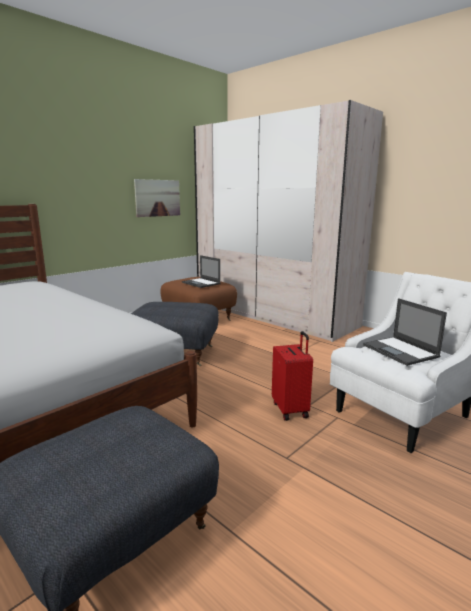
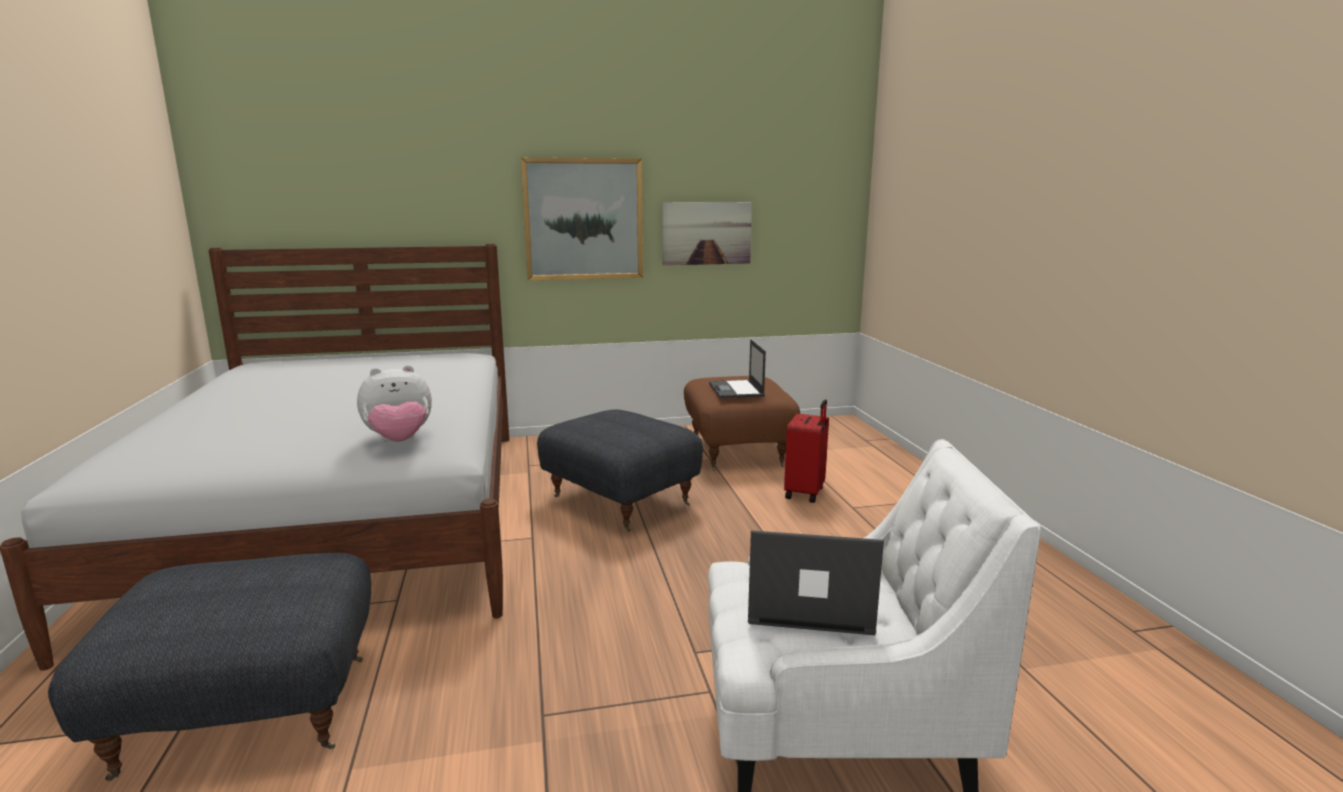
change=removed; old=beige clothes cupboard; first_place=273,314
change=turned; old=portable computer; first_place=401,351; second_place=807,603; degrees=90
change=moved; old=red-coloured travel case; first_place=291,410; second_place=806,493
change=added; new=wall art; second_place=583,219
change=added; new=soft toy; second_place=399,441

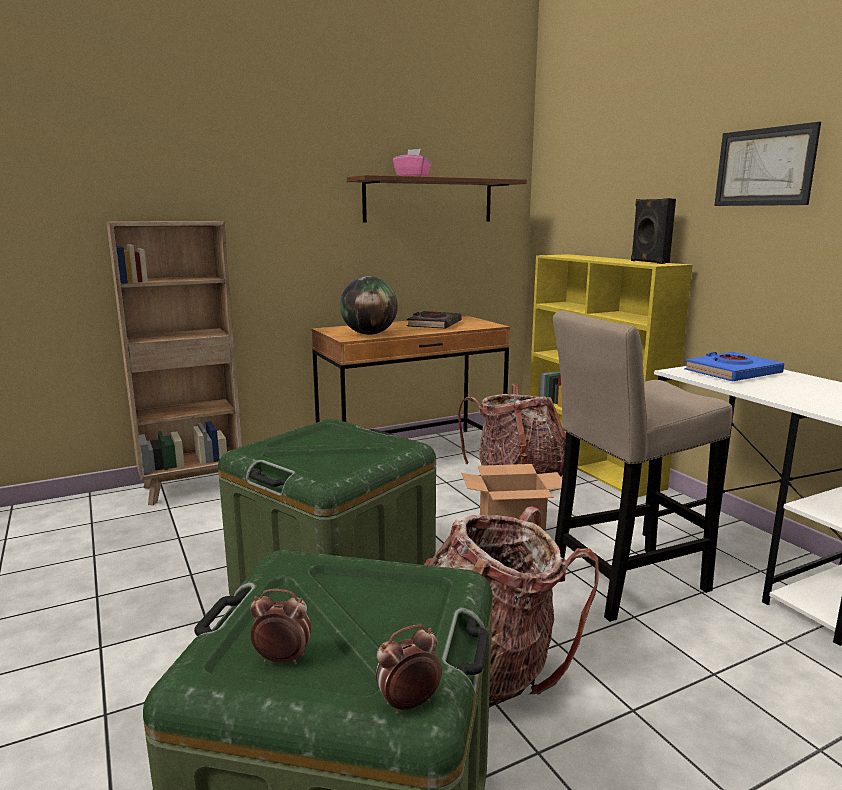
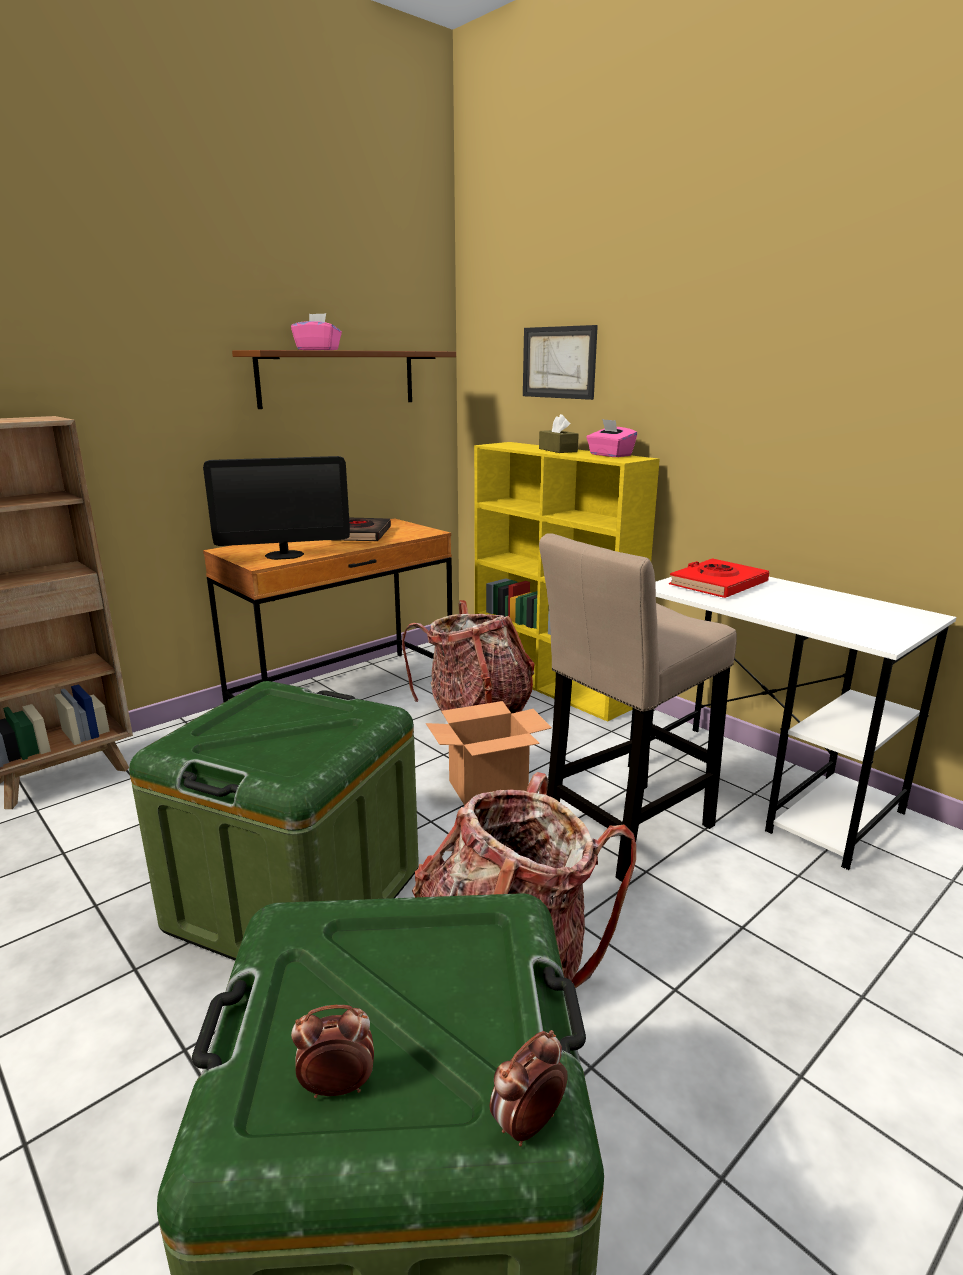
change=moved; old=wall art; first_place=764,167; second_place=559,362
change=replaced; old=blackish audio speaker; new=pinkish box of tissues; first_place=648,262; second_place=610,455
change=replaced; old=globe; new=computer display; first_place=369,334; second_place=284,555
change=recoloured; old=bluish bound book; new=red-coloured bound book; first_place=732,373; second_place=717,585
change=added; new=brown box of tissues; second_place=558,450

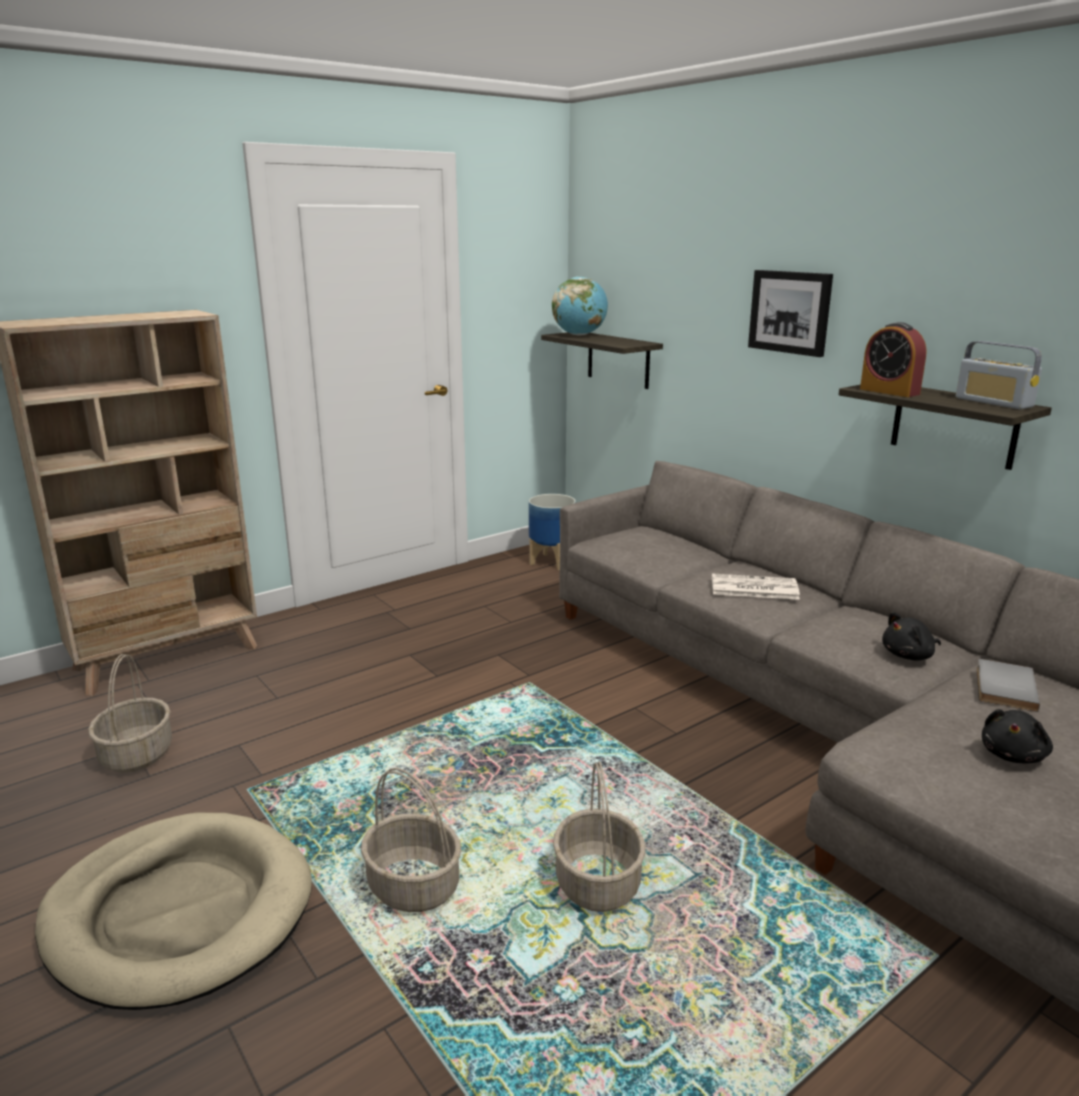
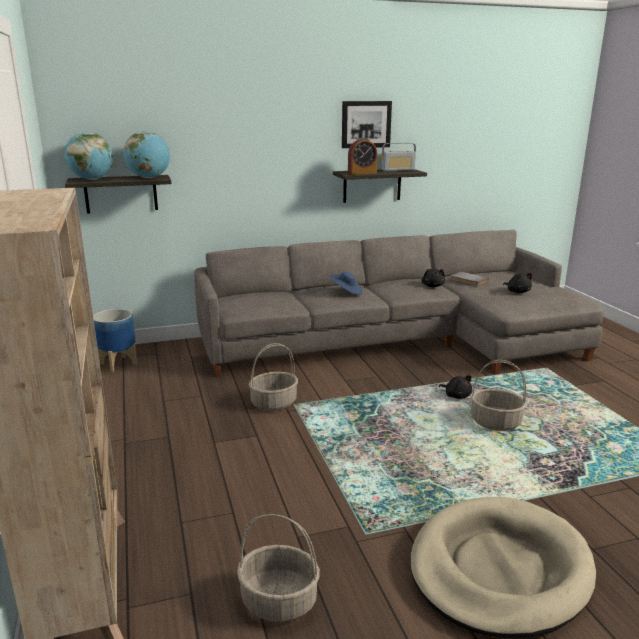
change=moved; old=wall art; first_place=790,312; second_place=366,124
change=replaced; old=newspaper; new=bluish hat; first_place=753,588; second_place=346,292
change=moved; old=storage basket; first_place=415,886; second_place=274,403
change=added; new=globe; second_place=149,178
change=added; new=blackish soft toy; second_place=456,396

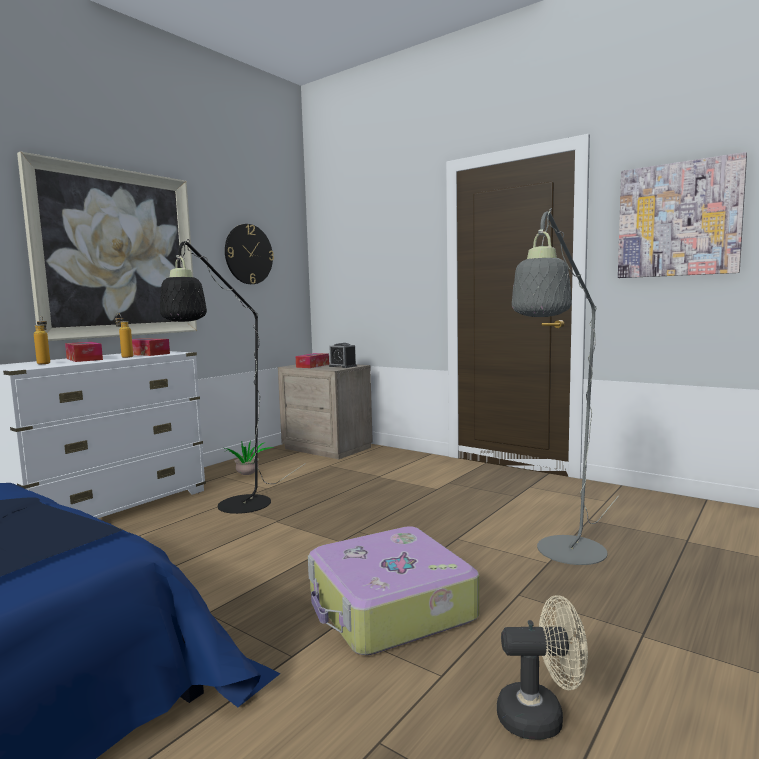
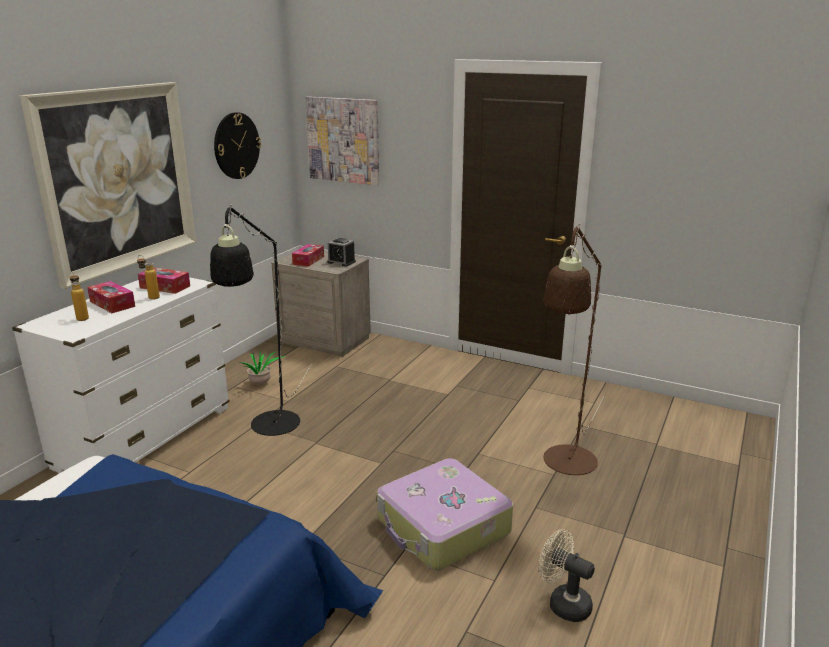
change=moved; old=wall art; first_place=678,220; second_place=343,140
change=recoloured; old=greyish standing lamp; new=brown standing lamp; first_place=566,556; second_place=566,467
change=turned; old=beige cooling fan; first_place=541,717; second_place=563,603; degrees=-135

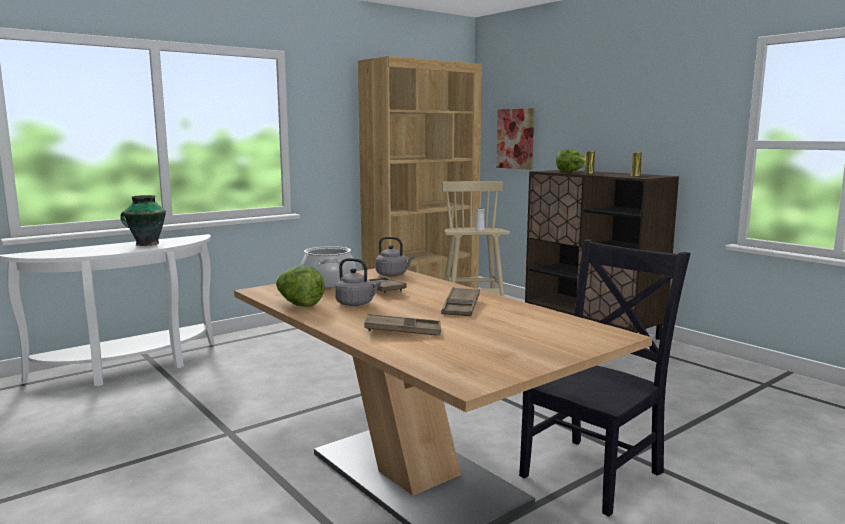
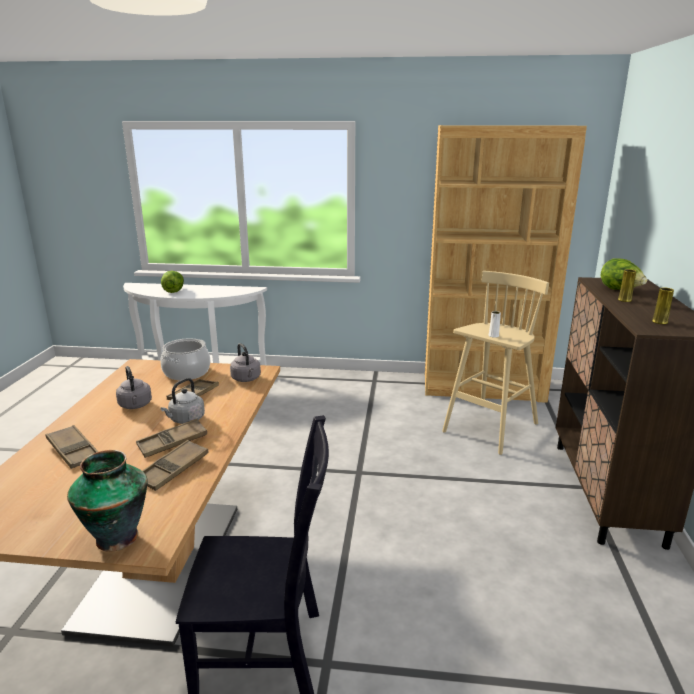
change=removed; old=wall art; first_place=515,138
change=moved; old=decorative vase; first_place=146,244; second_place=116,536
change=moved; old=lettuce; first_place=299,304; second_place=173,291
change=added; new=greyish tea kettle; second_place=185,420
change=added; new=brown serving tray; second_place=173,469

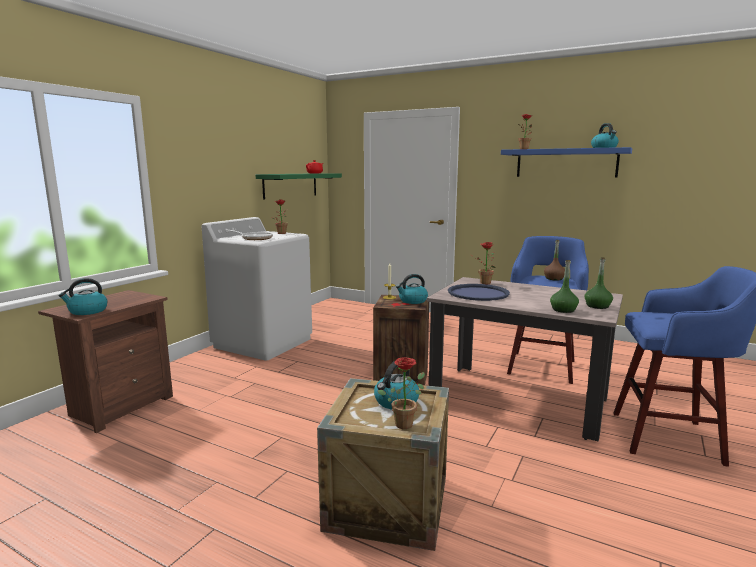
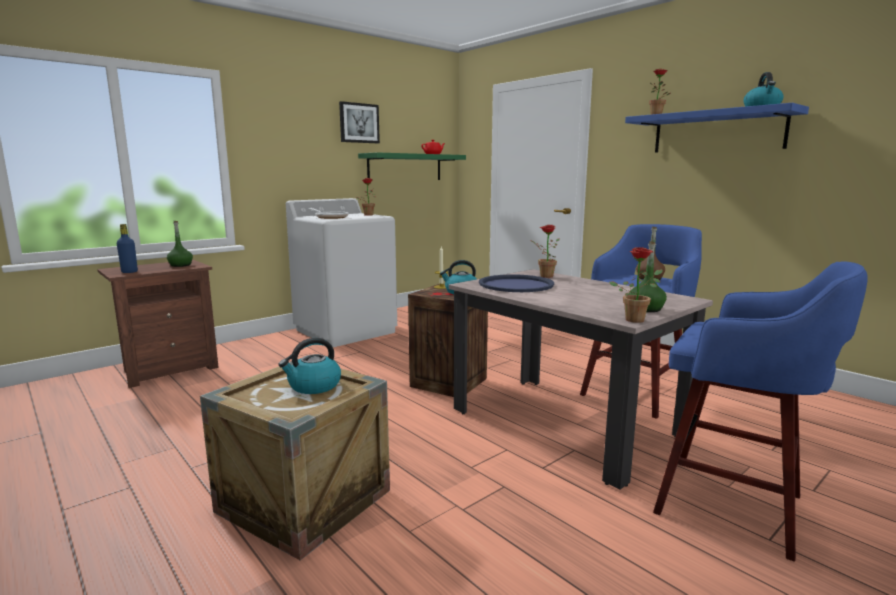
change=moved; old=greenish drink bottle; first_place=563,310; second_place=180,265
change=replaced; old=tea kettle; new=bluish drink bottle; first_place=87,311; second_place=129,272
change=moved; old=plant in a pot; first_place=405,423; second_place=636,319
change=added; new=wall art; second_place=359,123

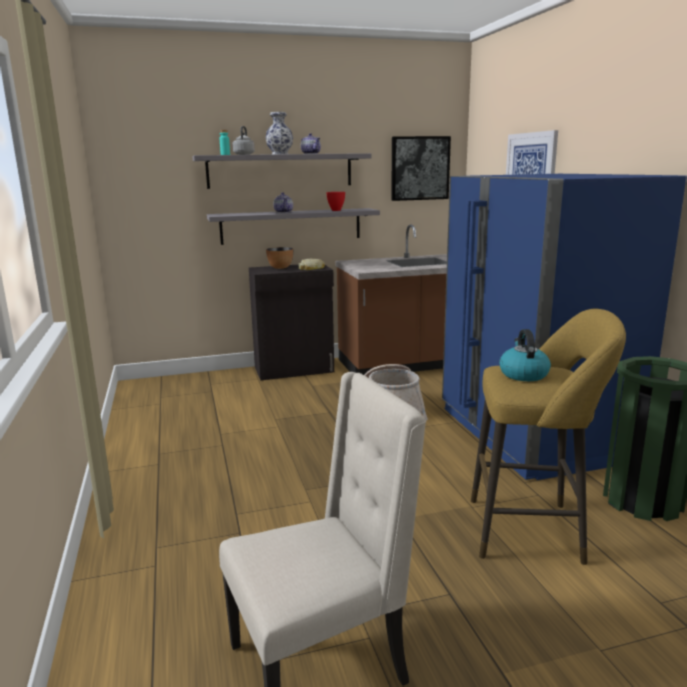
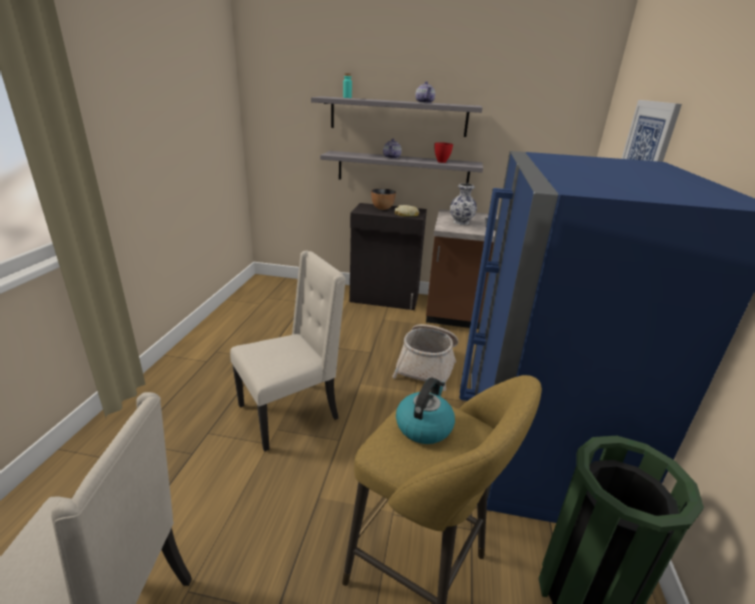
change=moved; old=decorative vase; first_place=280,154; second_place=461,222
change=removed; old=greyish tea kettle; first_place=244,154
change=removed; old=wall art; first_place=420,168
change=added; new=beige chair; second_place=291,412

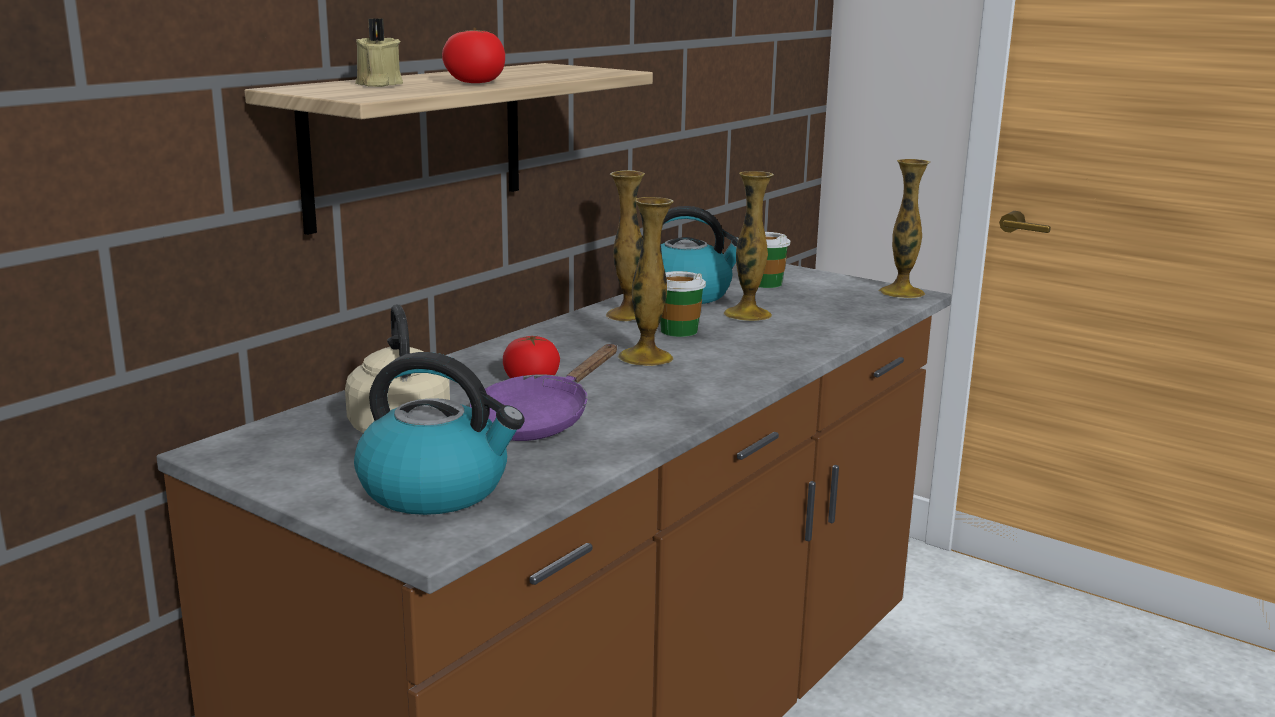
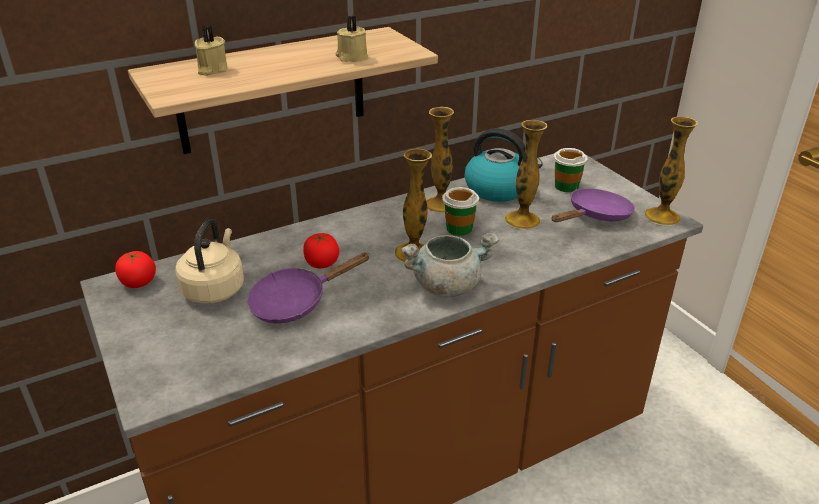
change=moved; old=whole tomato; first_place=475,82; second_place=138,282
change=removed; old=tea kettle; first_place=437,489
change=added; new=beige candle; second_place=351,57
change=added; new=purple-coloured pan; second_place=595,216
change=added; new=greyish saucepot; second_place=447,285

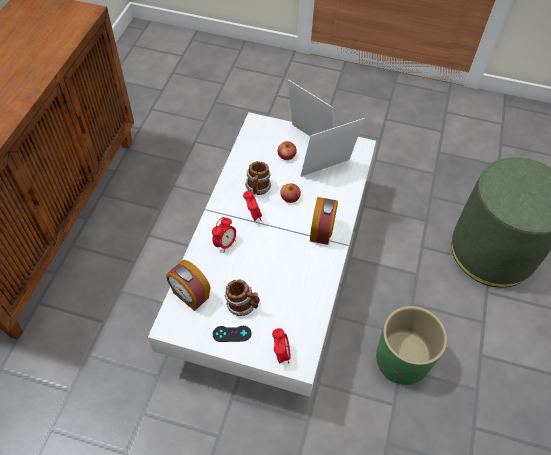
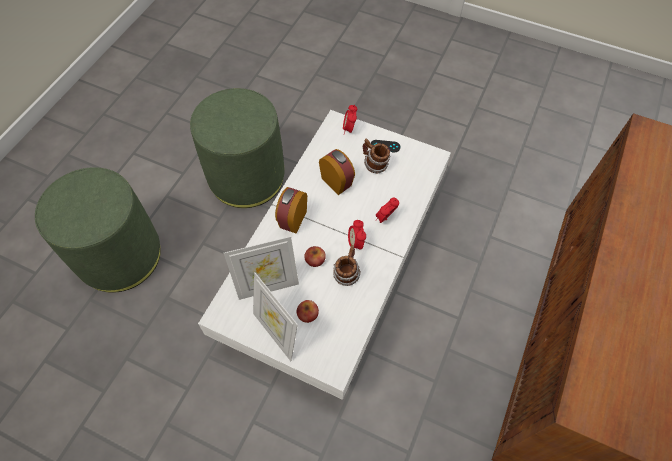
change=moved; old=alarm clock; first_place=190,296; second_place=337,182
change=replaced; old=greenish flower pot; new=greenish pouffe; first_place=402,360; second_place=247,177

